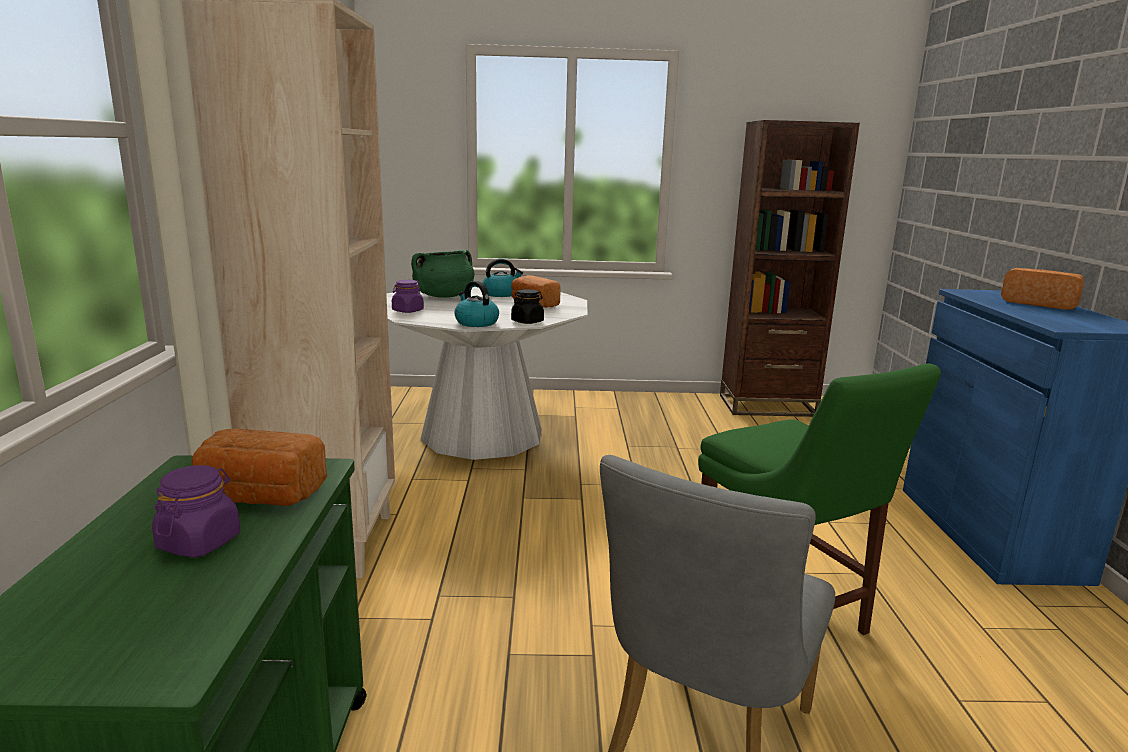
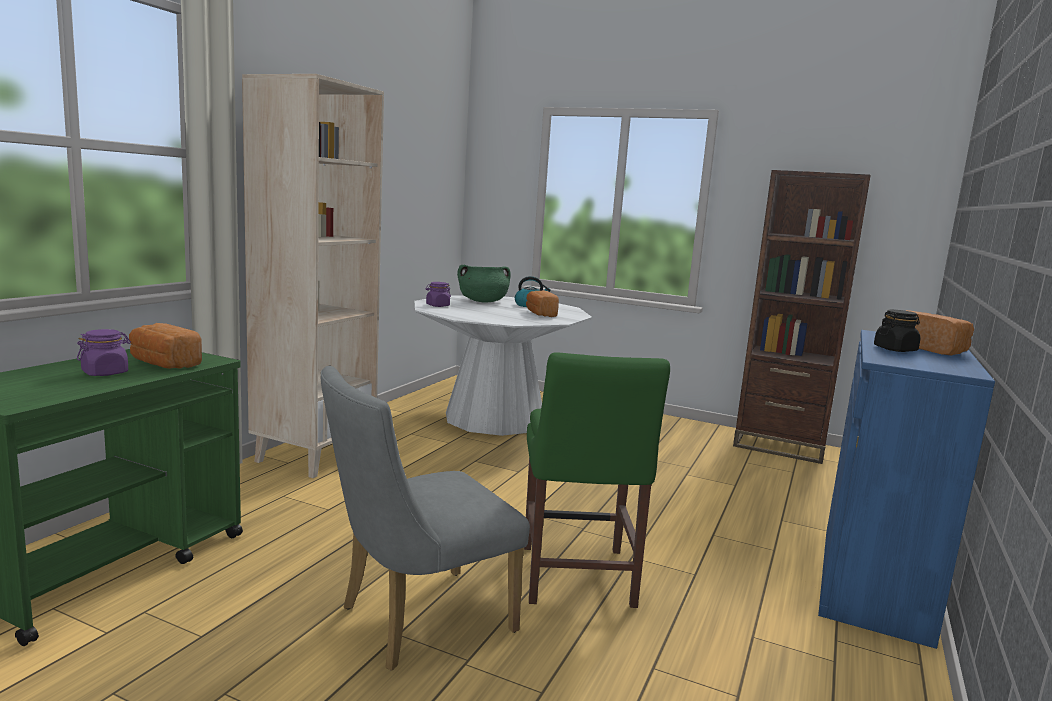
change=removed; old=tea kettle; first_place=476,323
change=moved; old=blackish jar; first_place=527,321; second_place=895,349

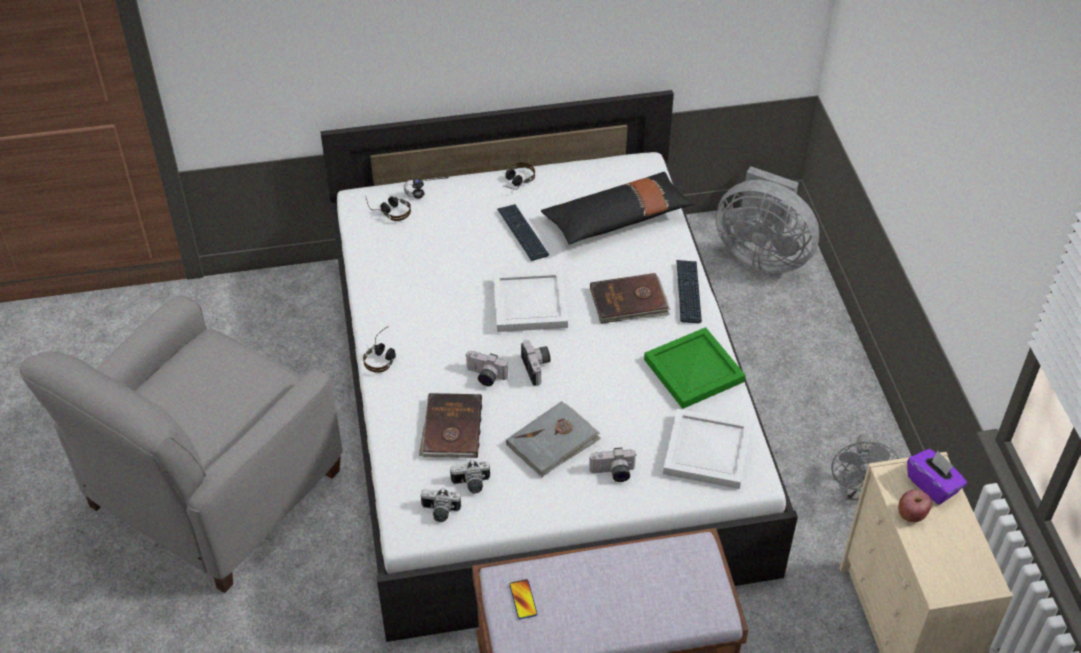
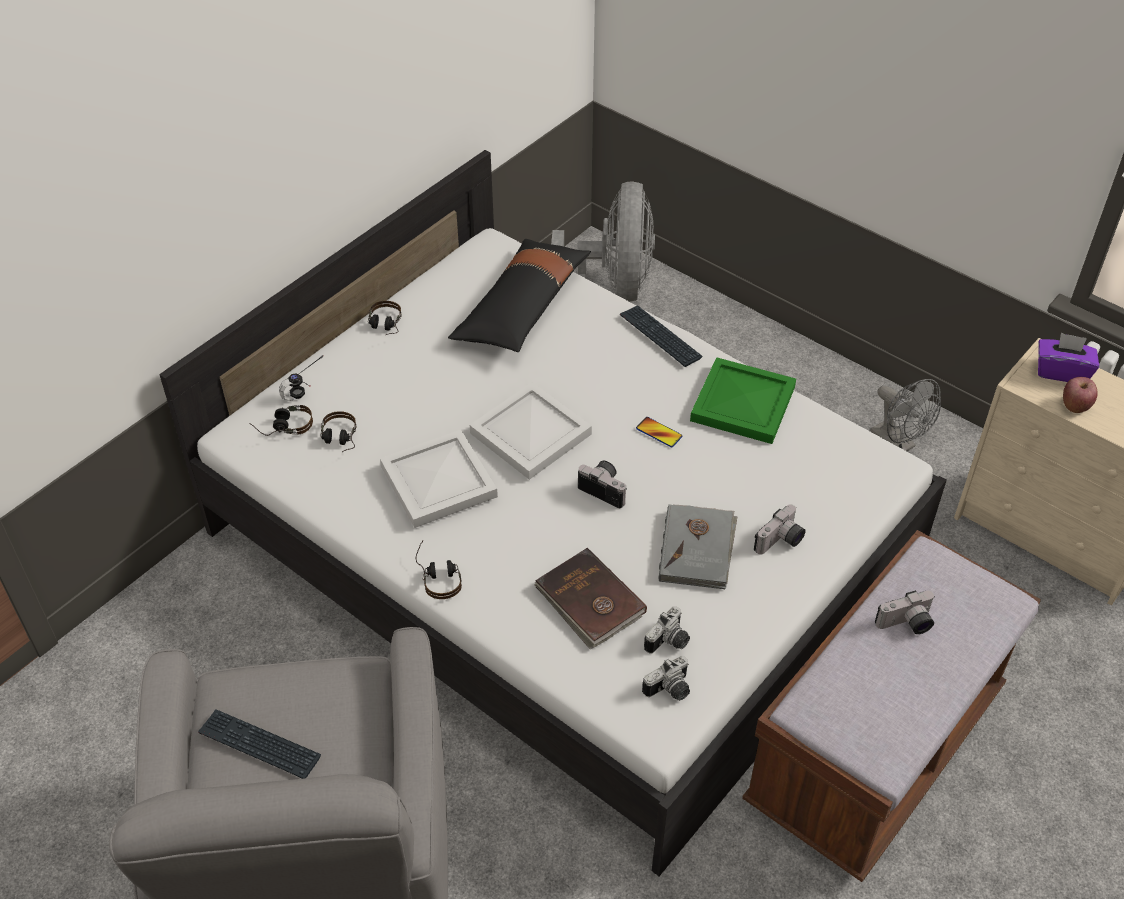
change=turned; old=greyish cooling fan; first_place=762,254; second_place=611,289; degrees=-75
change=moved; old=keyboard; first_place=522,233; second_place=259,745
change=removed; old=brown bound book; first_place=629,302
change=moved; old=still camera; first_place=485,377; second_place=906,624
change=moved; old=white-coloured serving tray; first_place=708,450; second_place=439,480
change=moved; old=phone; first_place=523,599; second_place=659,433
change=added; new=pair of headphones; second_place=339,441

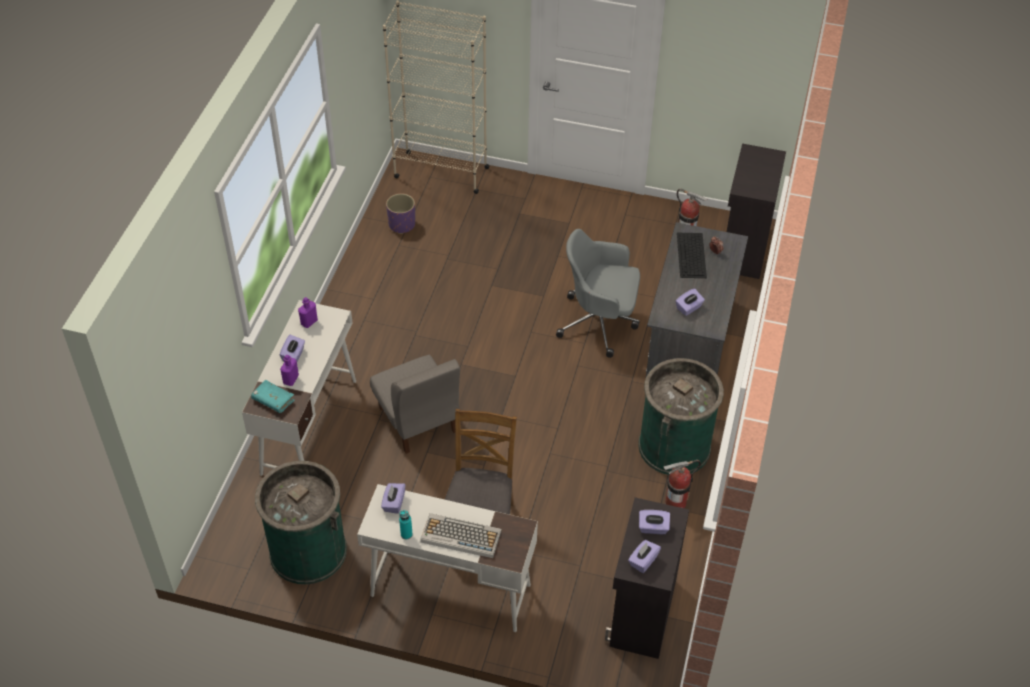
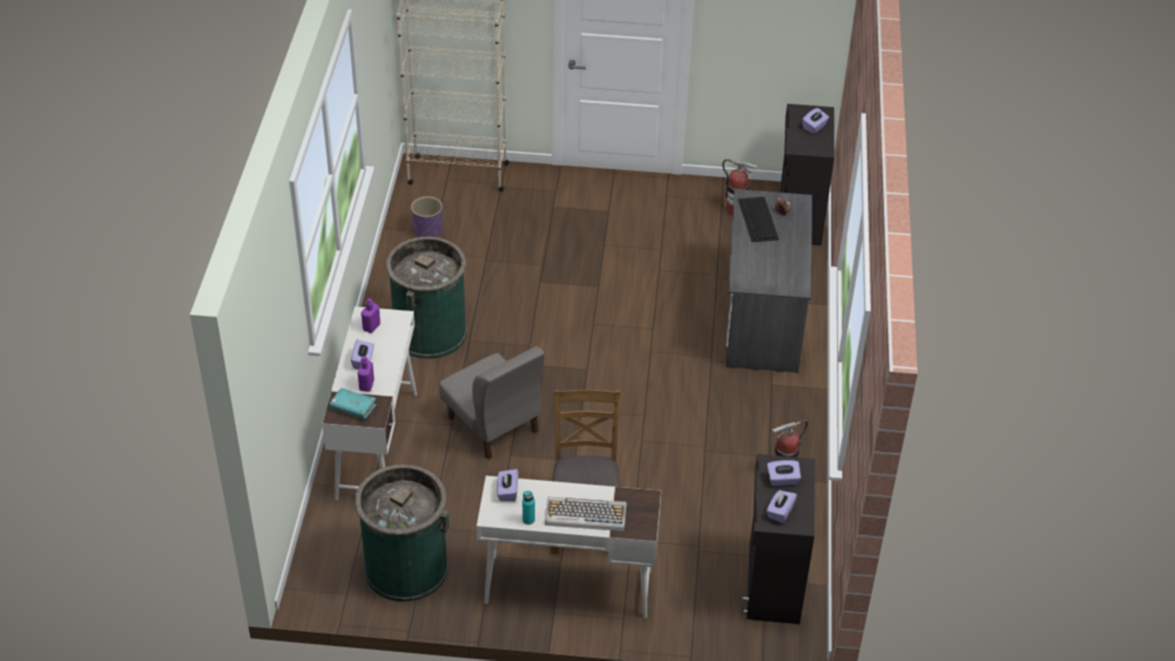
change=removed; old=greyish computer chair; first_place=600,322
change=moved; old=purple-coloured box of tissues; first_place=689,308; second_place=814,127
change=moved; old=greenish waste bin; first_place=674,446; second_place=429,332

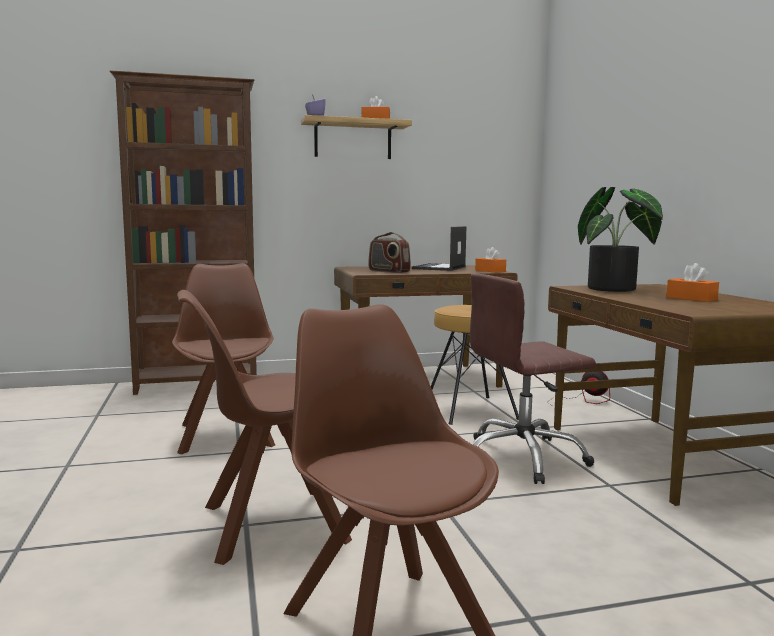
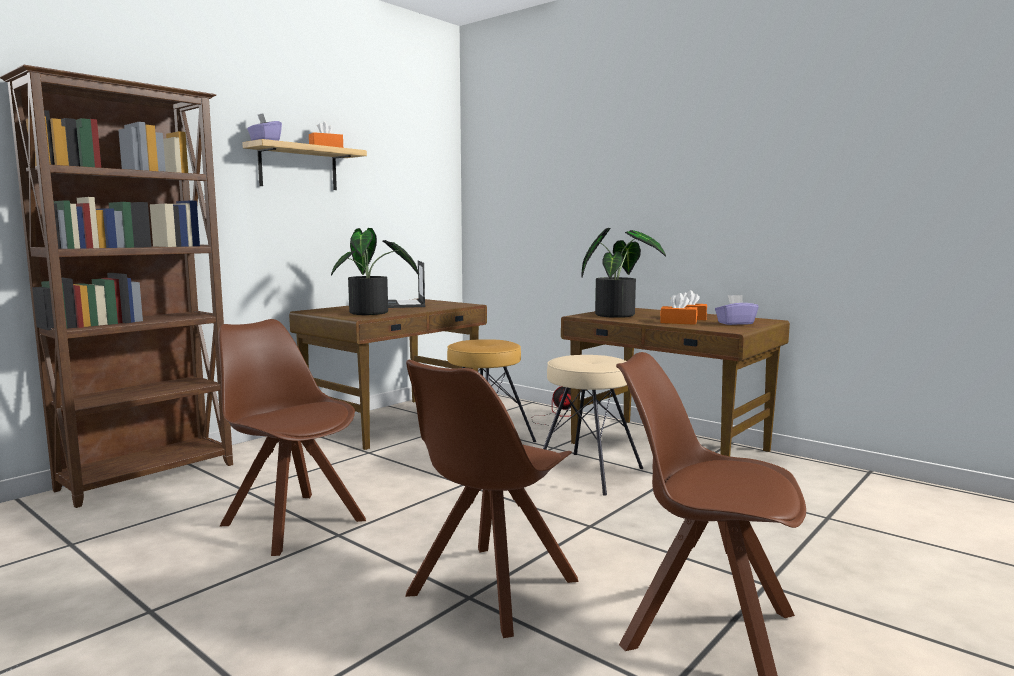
change=replaced; old=radio; new=plant in a pot; first_place=388,271; second_place=373,313
change=moved; old=orange-coloured box of tissues; first_place=490,271; second_place=678,322
change=replaced; old=brown computer chair; new=beige sitting stool; first_place=523,458; second_place=587,473
change=added; new=purple-coloured box of tissues; second_place=735,323

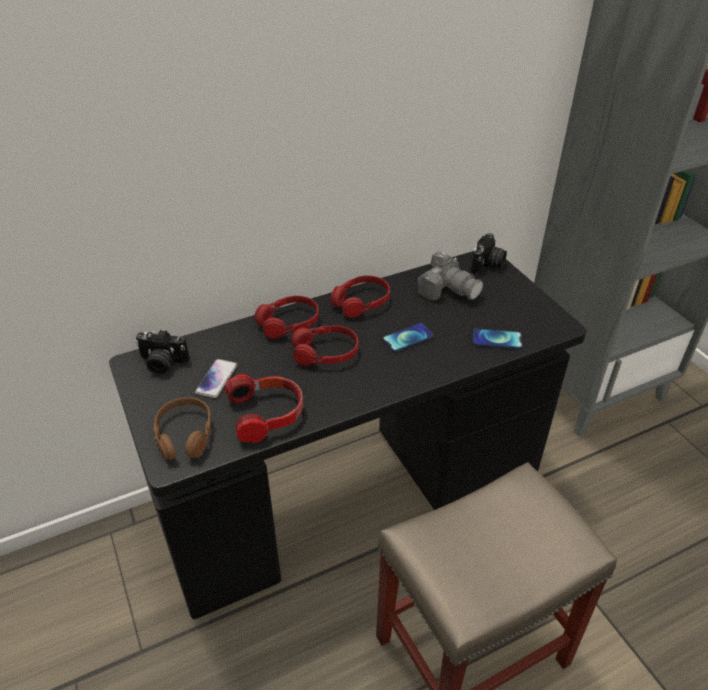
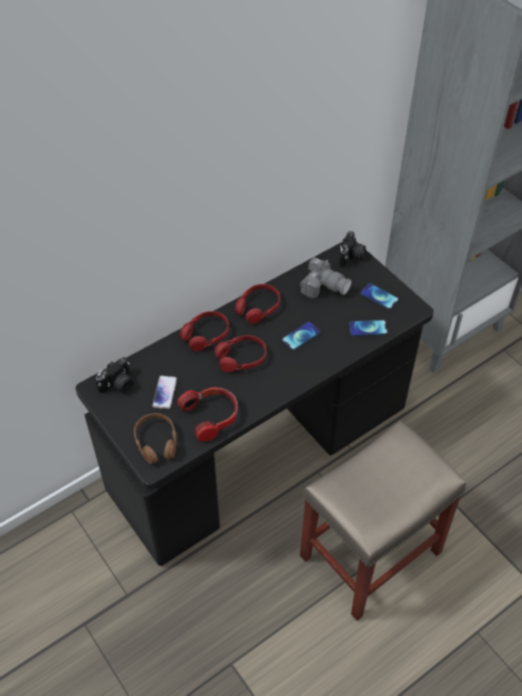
change=turned; old=still camera; first_place=162,363; second_place=118,385; degrees=-45
change=added; new=phone; second_place=379,297

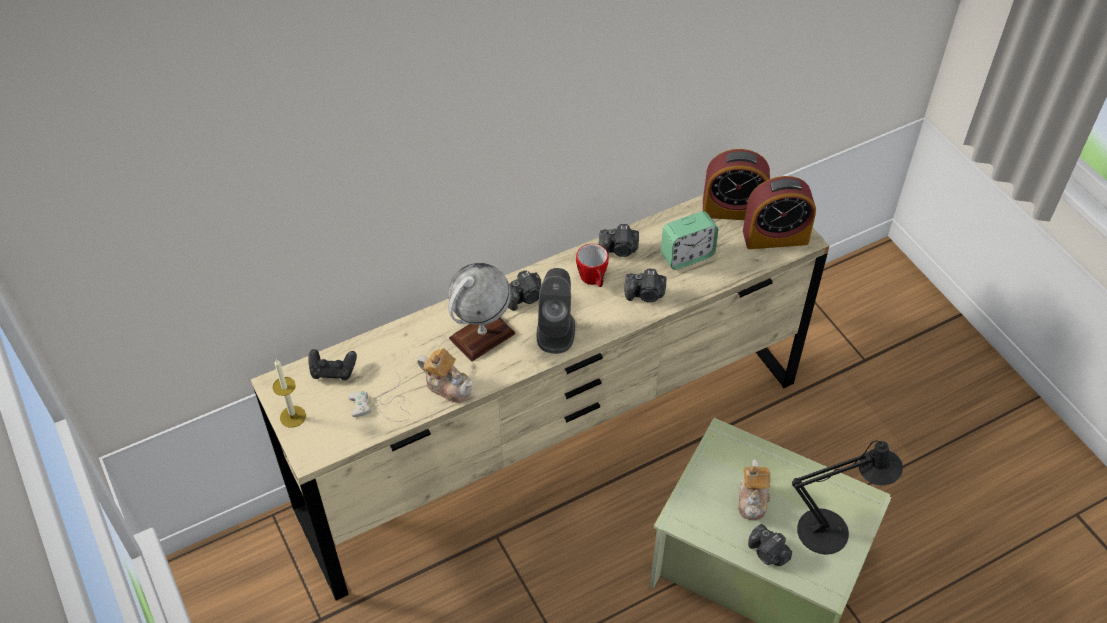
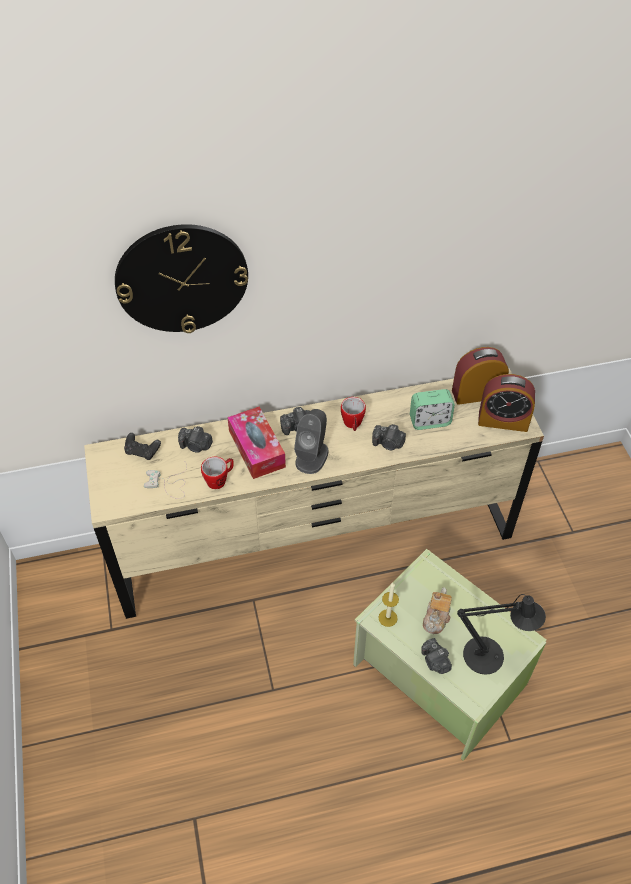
change=turned; old=alarm clock; first_place=733,209; second_place=477,393; degrees=150
change=moved; old=still camera; first_place=619,250; second_place=196,446
change=replaced; old=globe; new=box of tissues; first_place=482,336; second_place=256,449
change=replaced; old=teapot; new=tea mug; first_place=448,385; second_place=220,480
change=moved; old=candle; first_place=293,416; second_place=387,618
change=added; new=hanging clock; second_place=182,278

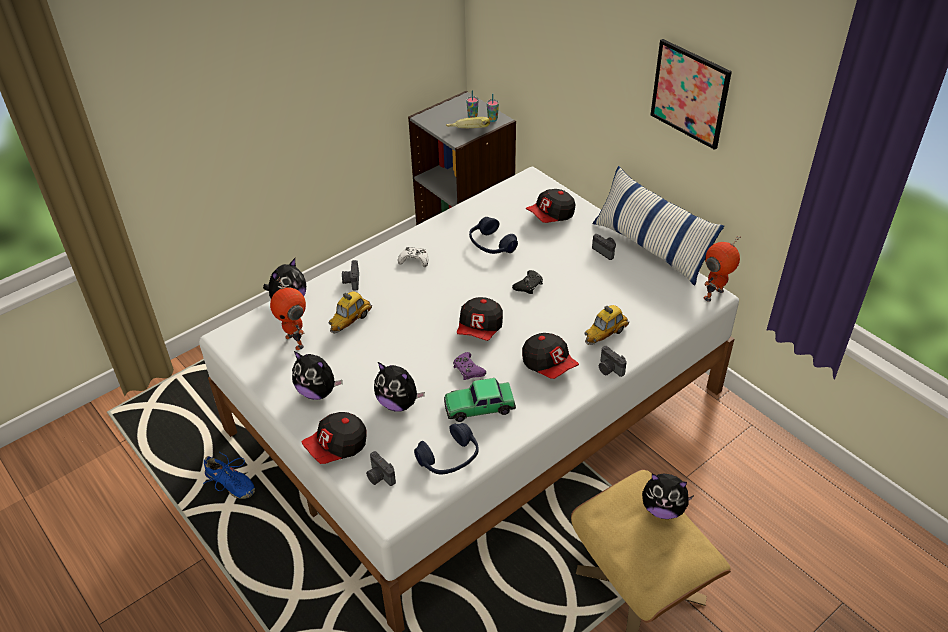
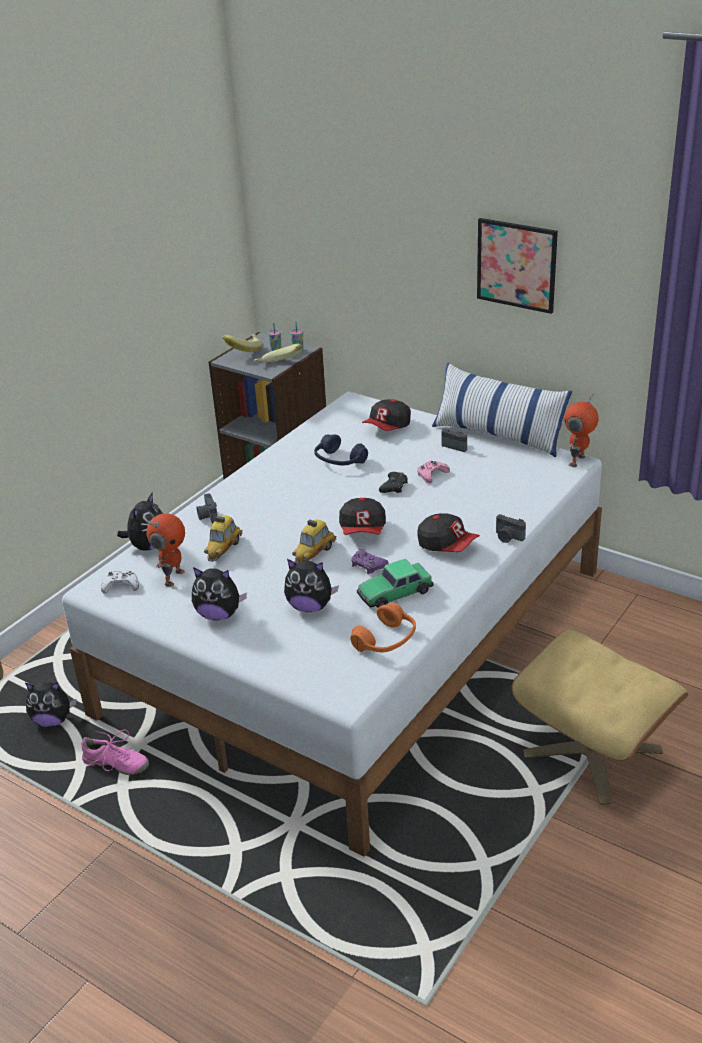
change=moved; old=white-coloured game controller; first_place=414,260; second_place=121,586
change=turned; old=toy robot; first_place=296,341; second_place=173,577; degrees=-105
change=moved; old=miniature car; first_place=605,334; second_place=314,553
change=removed; old=cap; first_place=337,447
change=recoloured; old=bluish pair of headphones; new=orange-coloured pair of headphones; first_place=449,458; second_place=386,640
change=removed; old=still camera; first_place=379,477
change=recoloured; old=bluish item of footwear; new=pinkish item of footwear; first_place=230,484; second_place=116,765
change=moved; old=soft toy; first_place=663,509; second_place=53,720
change=added; new=banana fruit; second_place=244,350
change=added; new=pinkish game controller; second_place=432,475

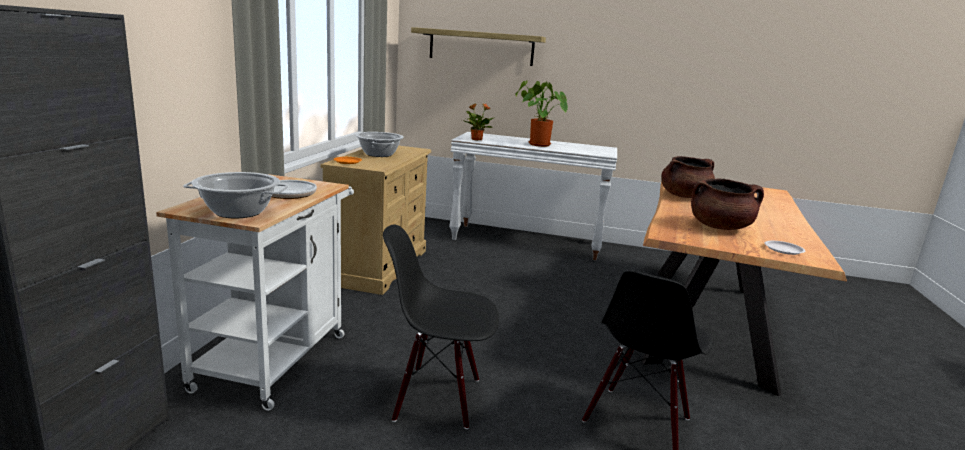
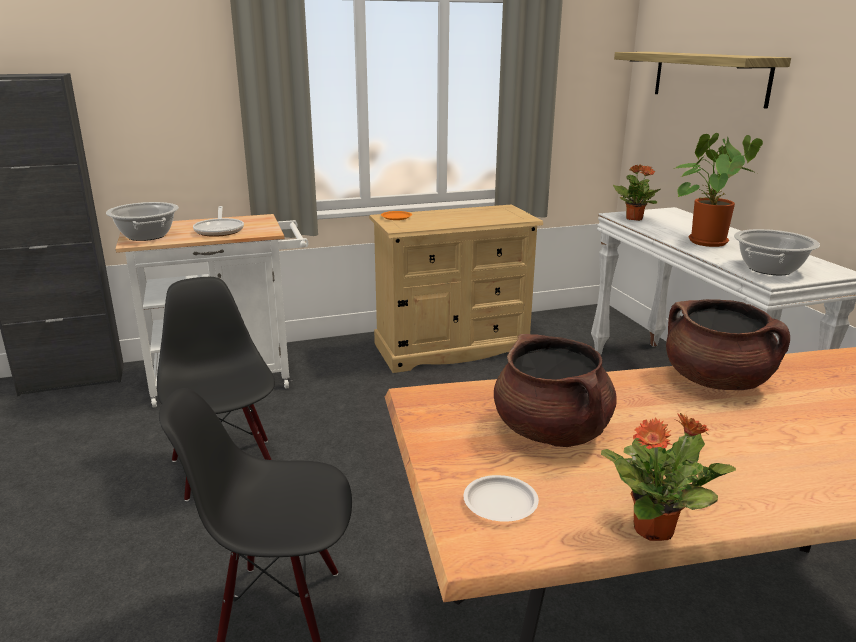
change=moved; old=saucepot; first_place=379,154; second_place=770,269
change=added; new=plant in a pot; second_place=655,529

